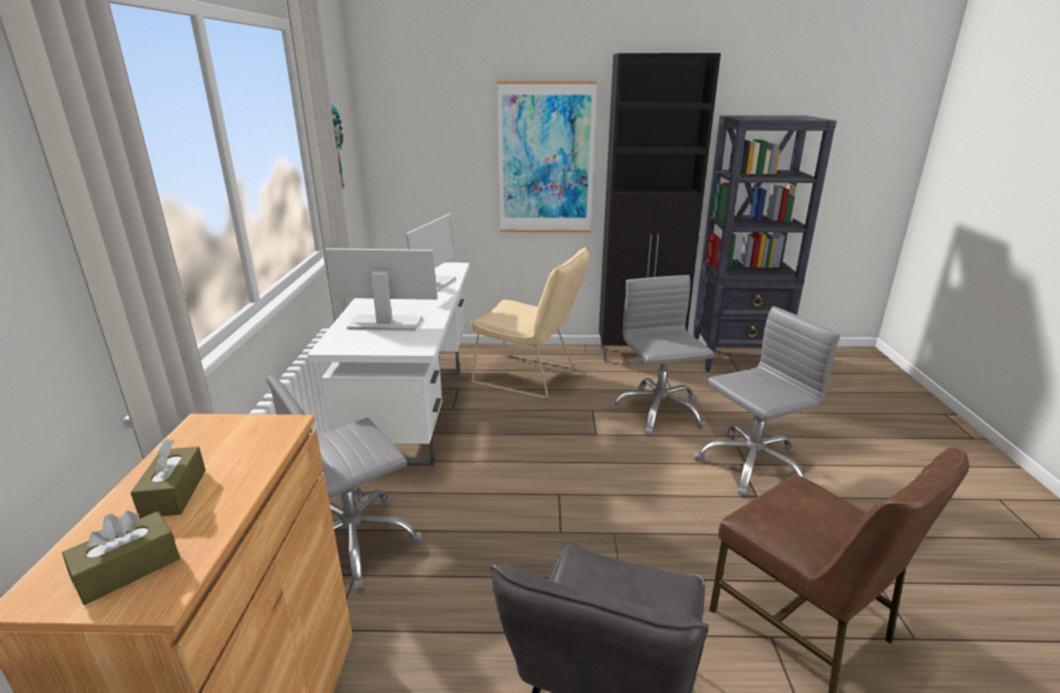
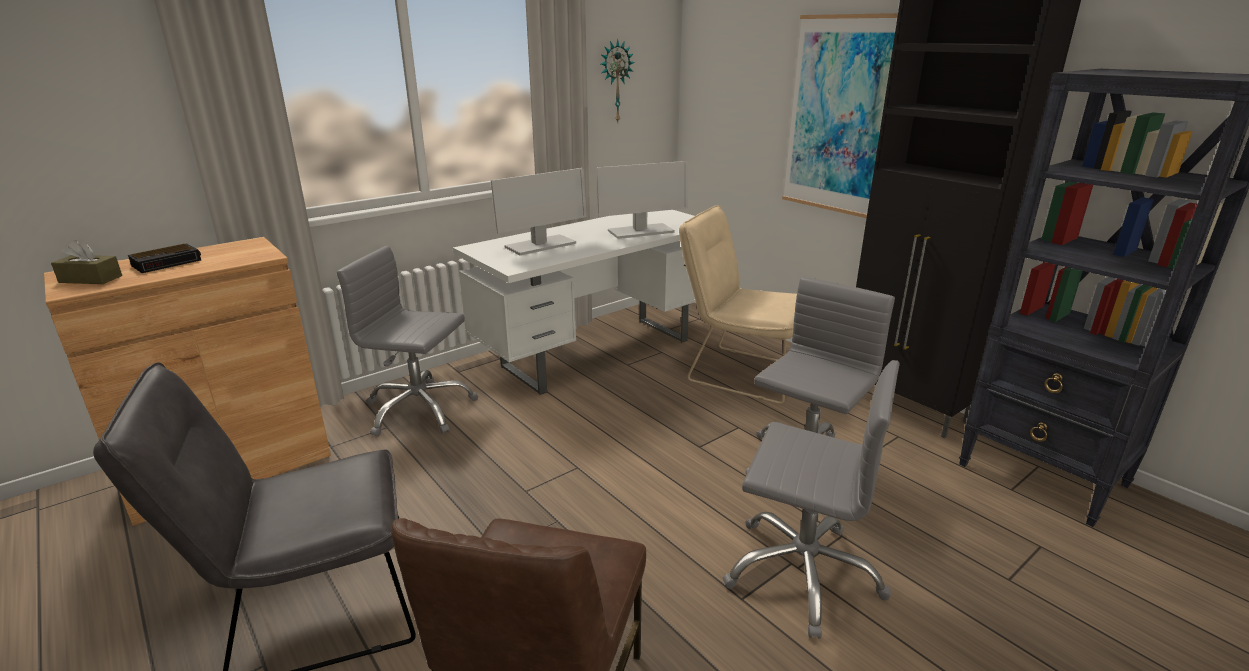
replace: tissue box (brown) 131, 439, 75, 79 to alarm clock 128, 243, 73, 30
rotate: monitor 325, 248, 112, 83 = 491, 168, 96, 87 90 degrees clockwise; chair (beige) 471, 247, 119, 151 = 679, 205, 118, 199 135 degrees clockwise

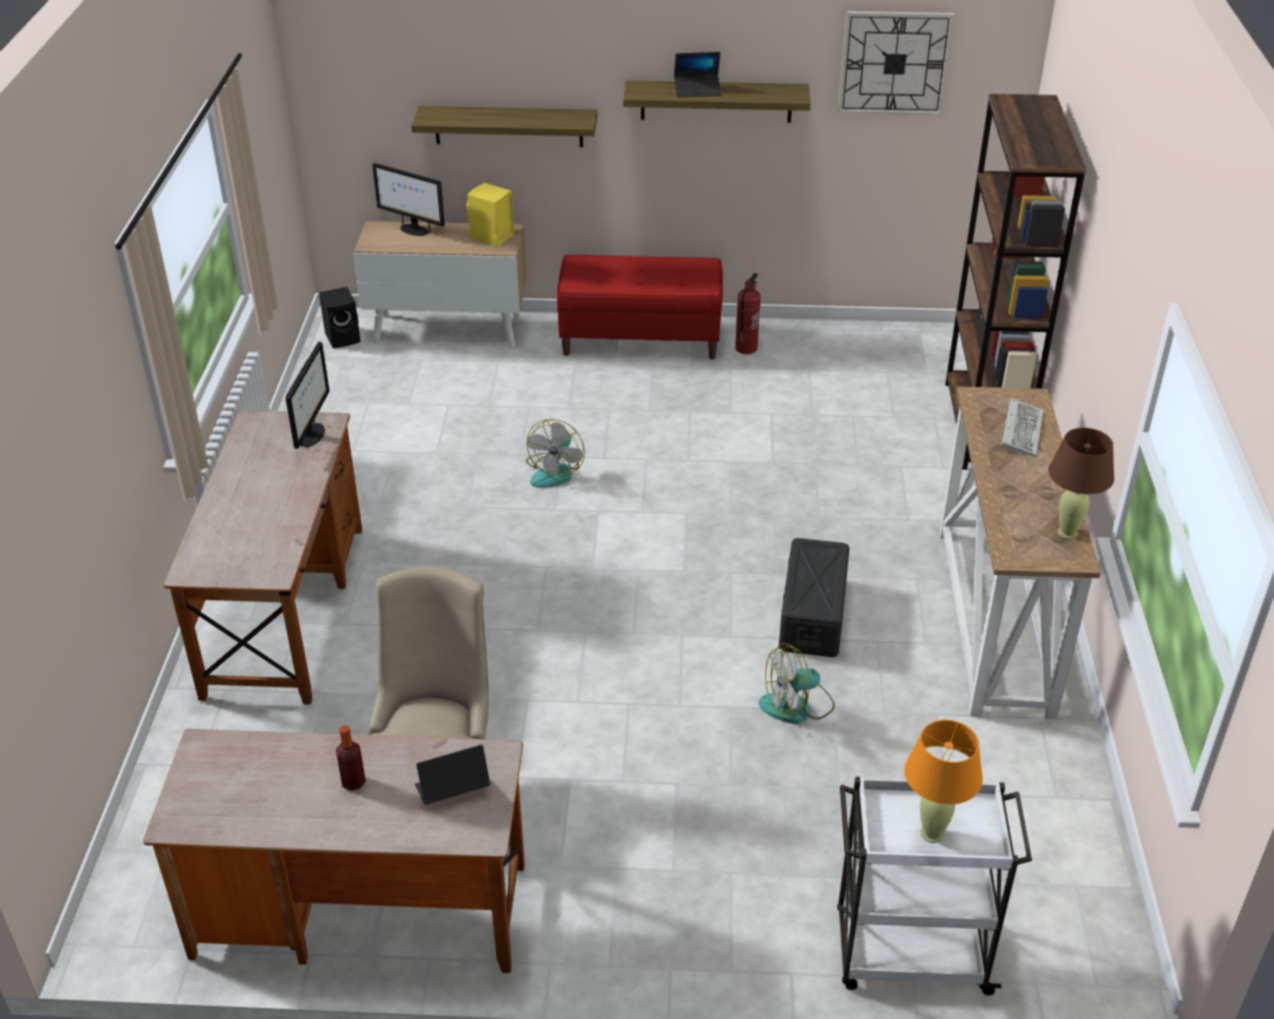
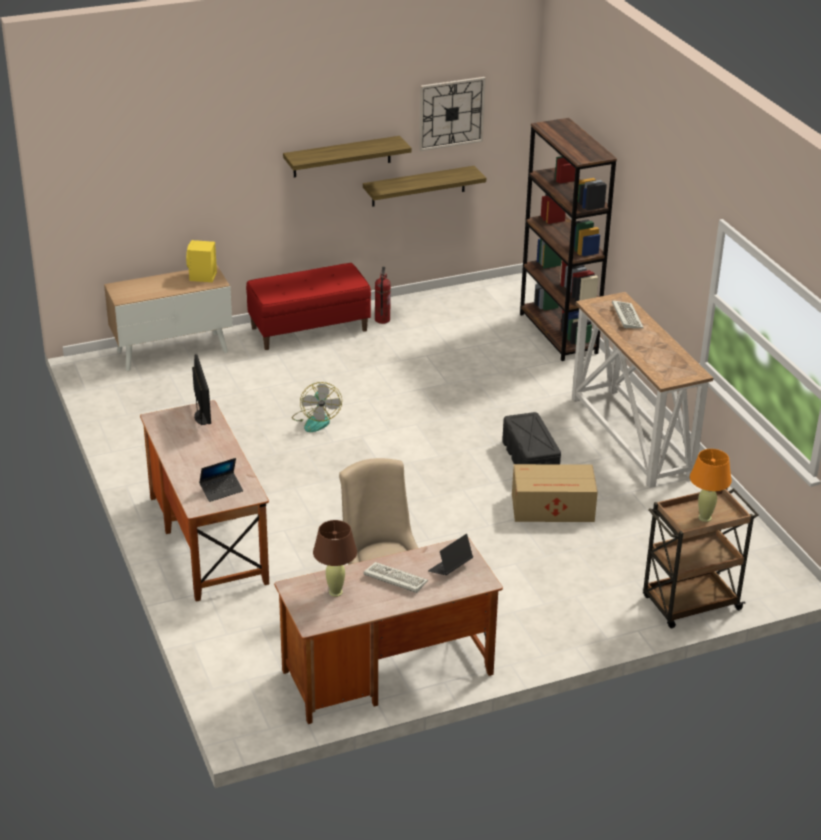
delete: speaker (black) 319, 287, 42, 61; monitor 372, 163, 73, 73
move: laptop 674, 52, 47, 46 to 199, 458, 44, 44; table lamp (brown) 1049, 428, 65, 111 to 313, 520, 44, 77; shelf 411, 106, 187, 41 to 363, 166, 123, 41
replace: bottle 336, 725, 30, 66 to keyboard 363, 562, 65, 31; fan 759, 643, 76, 81 to cardboard box 512, 464, 86, 58
recolor: cart (white) 837, 777, 195, 219 to cart (brown) 643, 488, 116, 140

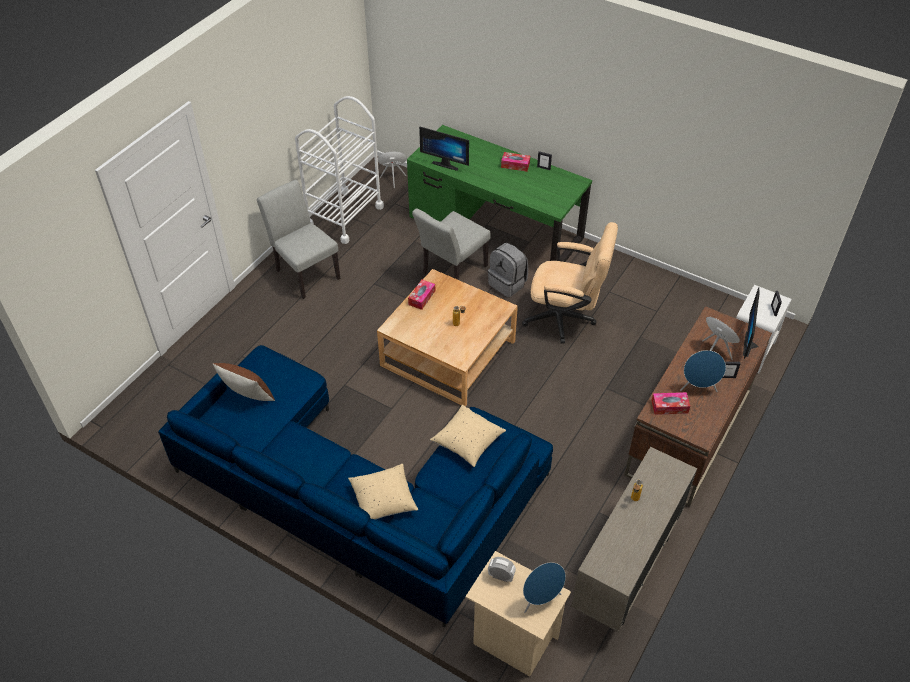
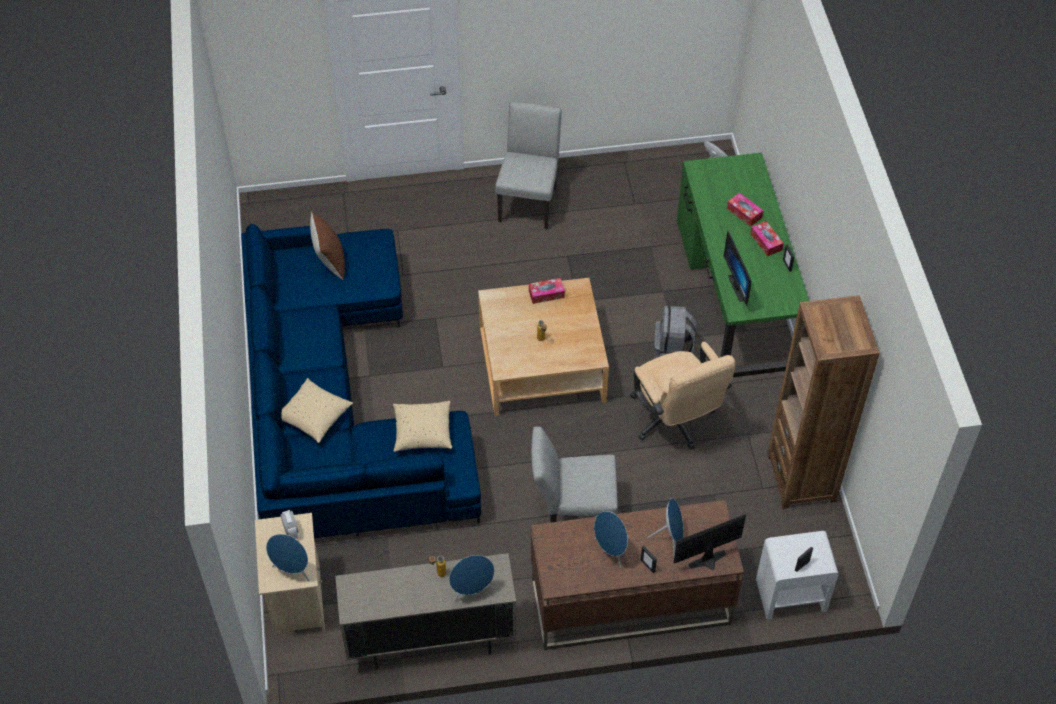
delete: cart (white) 295, 96, 89, 148
insert: speaker (blue) 449, 555, 45, 47; bookcase (brown) 767, 295, 113, 214
move: chair (grey) 412, 208, 78, 72 to 531, 427, 87, 96; monitor 419, 126, 50, 45 to 724, 231, 28, 75; tissue box 651, 392, 39, 23 to 727, 193, 36, 34

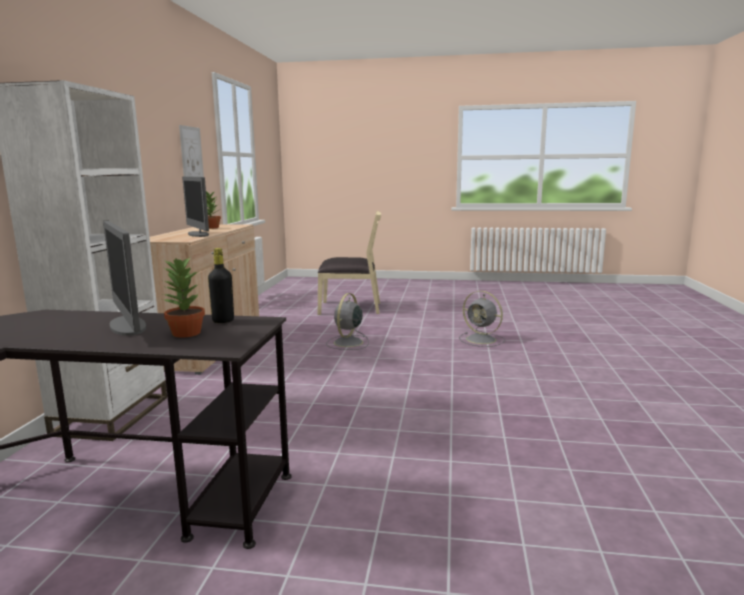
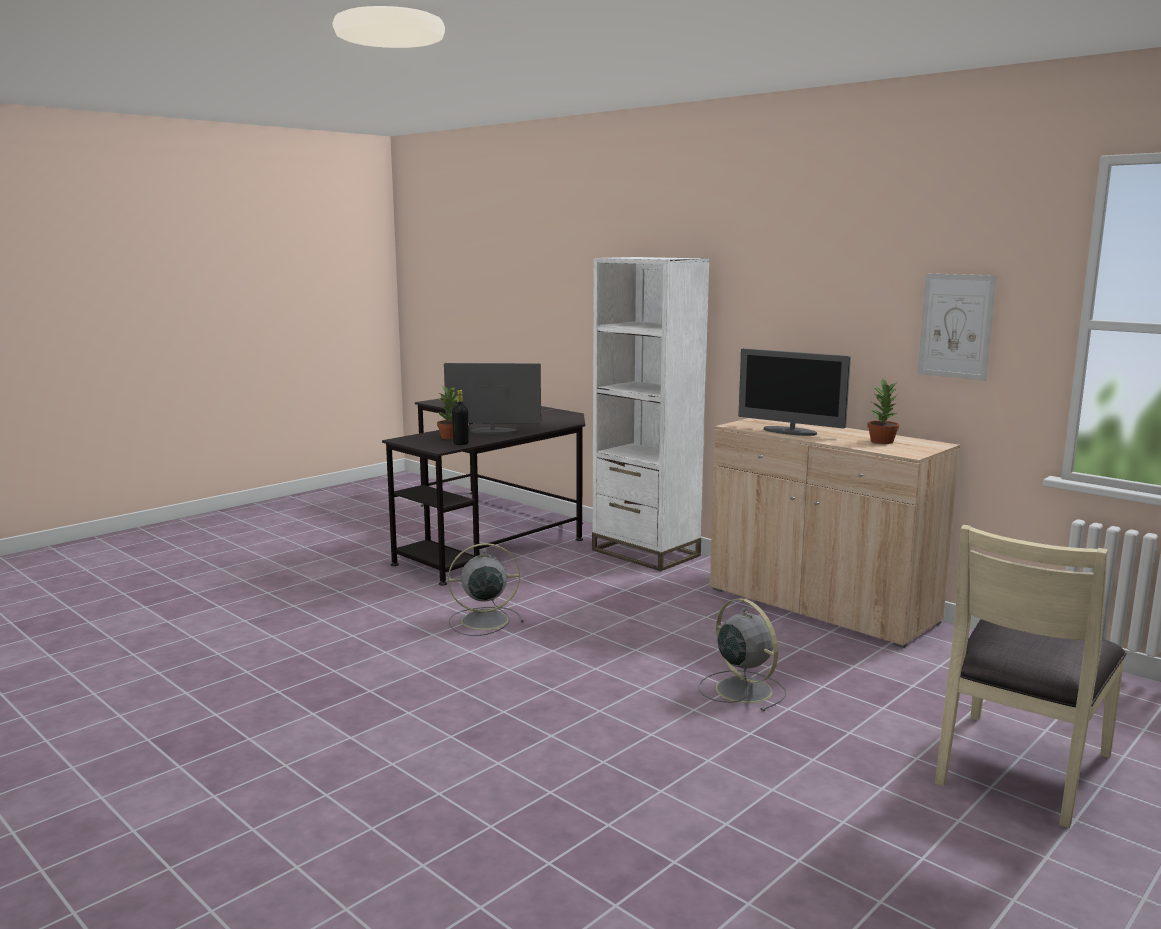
move: fan (grey) 459, 291, 46, 56 to 448, 543, 76, 93
rotate: monitor 182, 176, 27, 61 = 738, 348, 113, 88 150 degrees counterclockwise

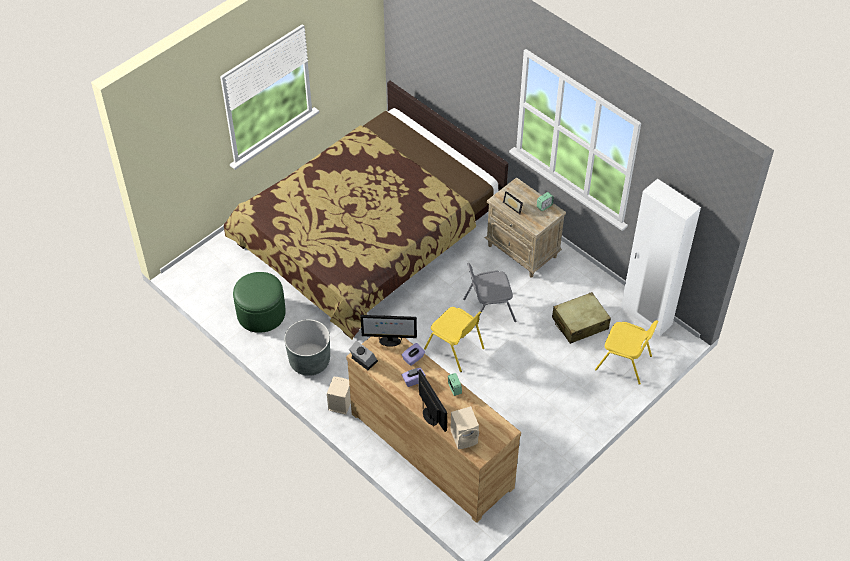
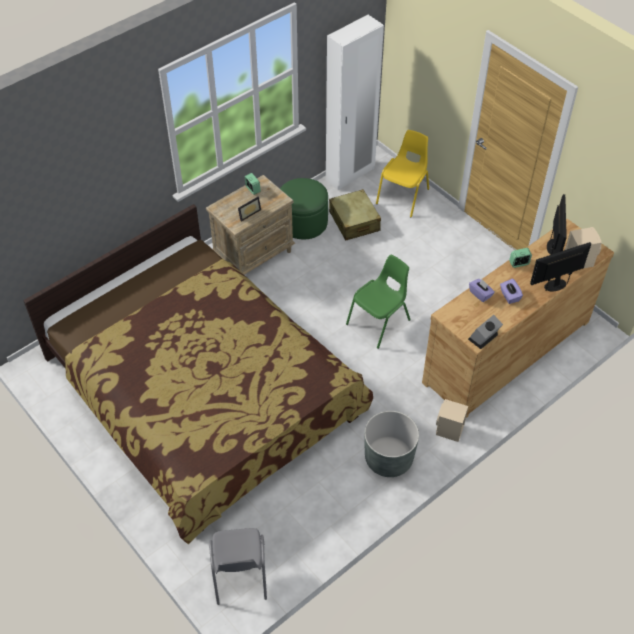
move: chair (grey) 463, 263, 53, 59 to 209, 528, 58, 77; ottoman (green) 233, 272, 53, 61 to 280, 178, 48, 61; monitor 361, 315, 56, 32 to 547, 194, 20, 61
recolor: chair (yellow) 424, 307, 61, 65 to chair (green) 346, 255, 65, 94

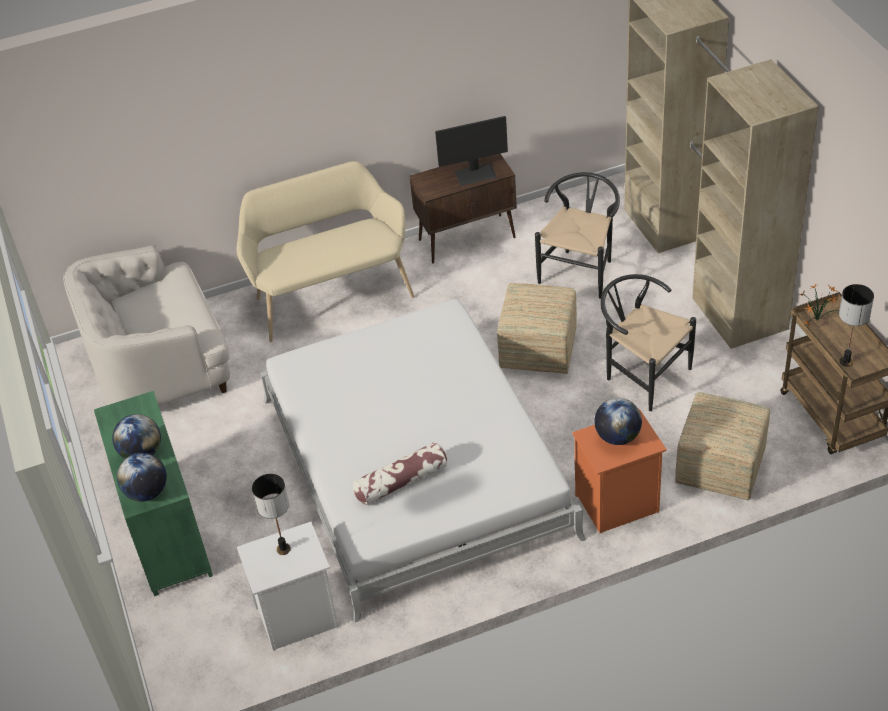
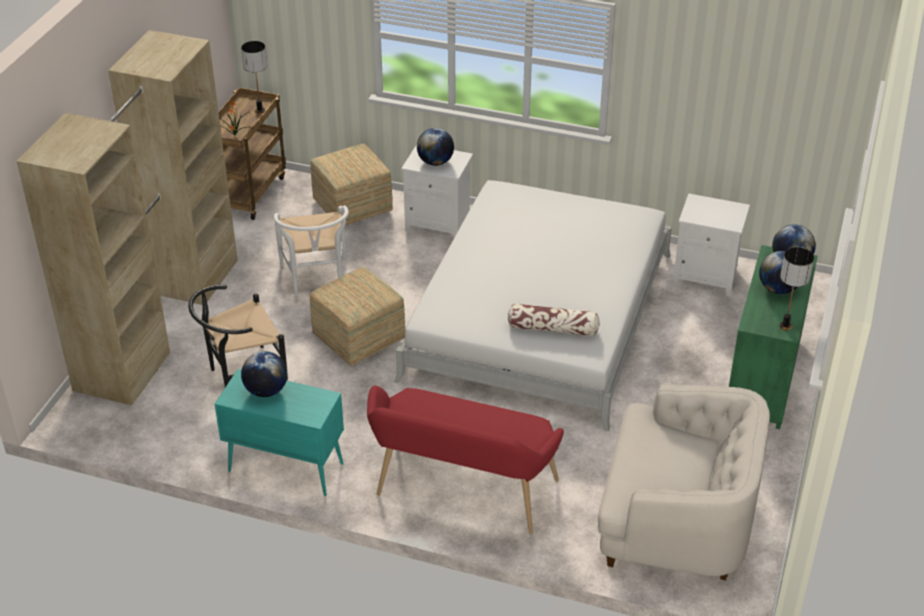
move: pillow 353, 442, 94, 63 to 508, 303, 92, 33; table lamp 252, 474, 39, 81 to 779, 247, 35, 83
replace: monitor 435, 116, 73, 70 to globe 241, 351, 46, 46
recolor: cabinet (brown) 410, 154, 107, 109 to cabinet (turquoise) 215, 369, 129, 127; chair (black) 600, 274, 96, 137 to chair (white) 274, 205, 75, 92; bench (beige) 237, 161, 177, 181 to bench (red) 367, 386, 197, 148; nightstand (orange) 572, 409, 95, 124 to nightstand (white) 401, 145, 72, 94

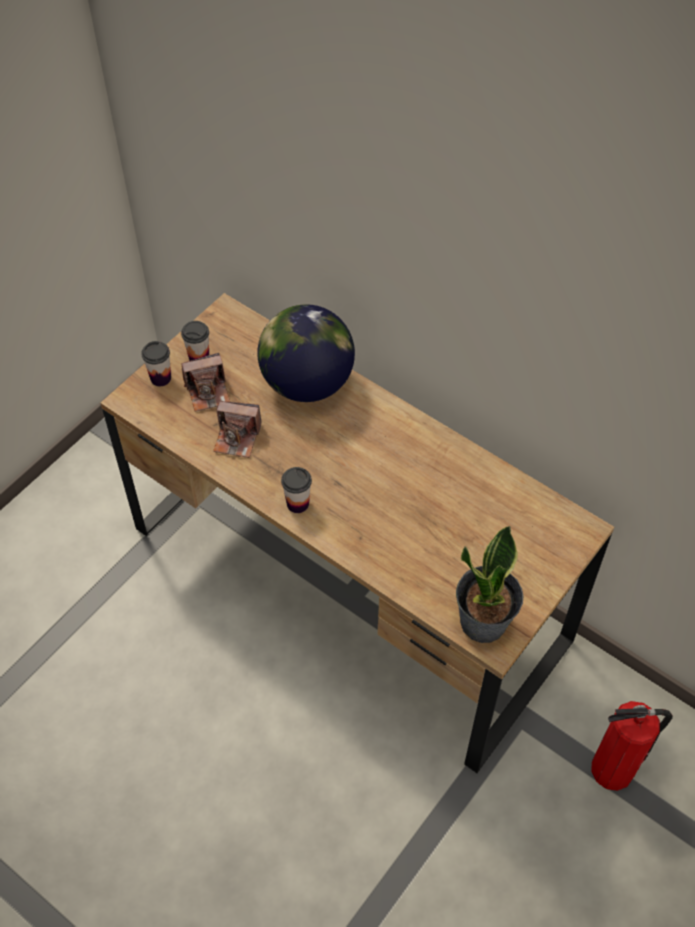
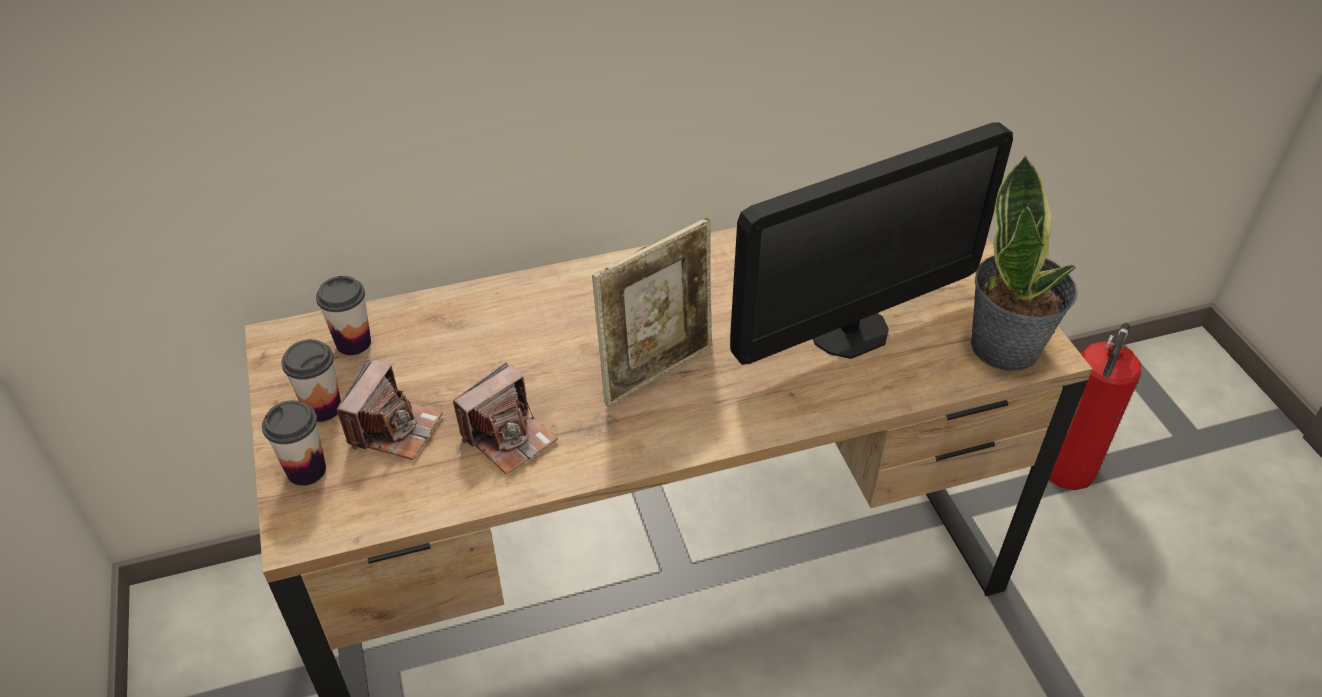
delete: globe 257, 304, 98, 98
insert: picture frame 592, 218, 120, 189; monitor 730, 122, 283, 243
move: cup 281, 467, 31, 46 to 316, 276, 55, 79

